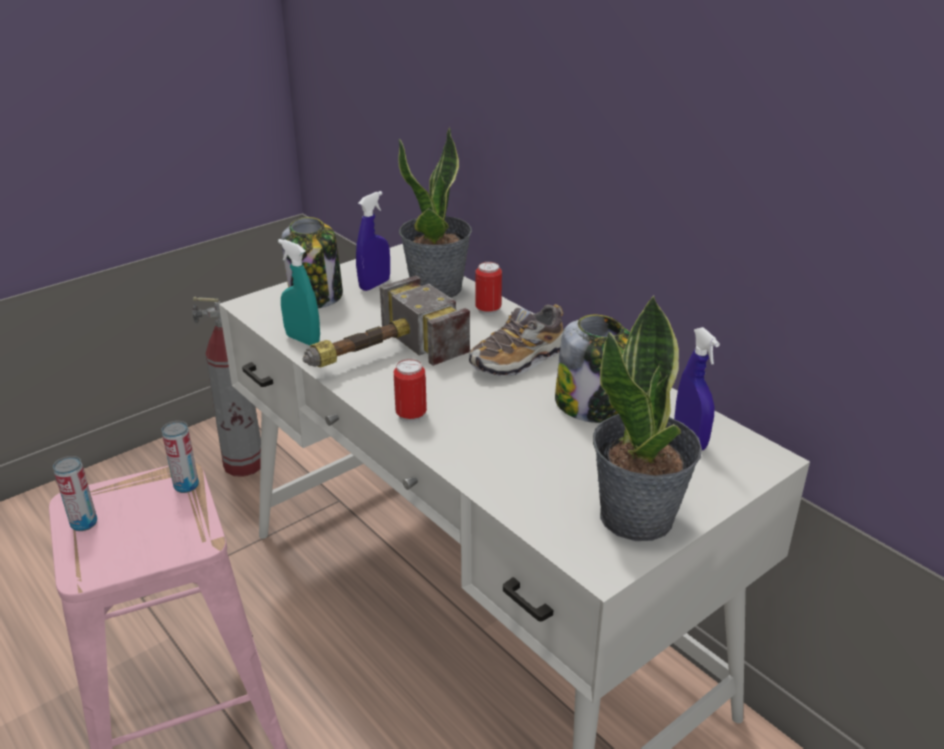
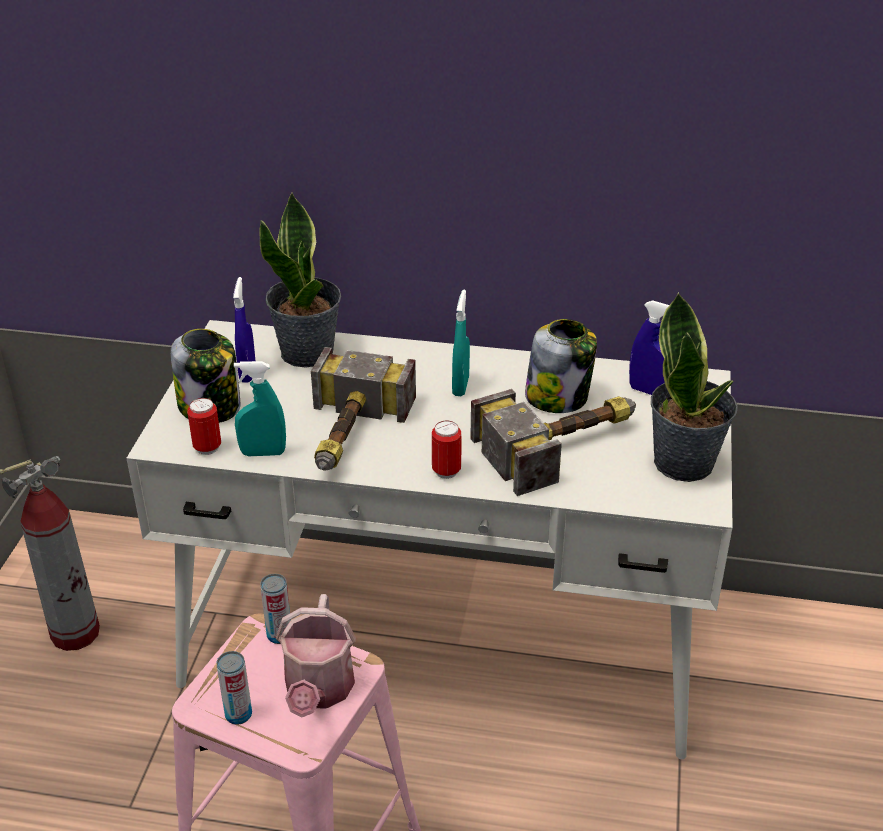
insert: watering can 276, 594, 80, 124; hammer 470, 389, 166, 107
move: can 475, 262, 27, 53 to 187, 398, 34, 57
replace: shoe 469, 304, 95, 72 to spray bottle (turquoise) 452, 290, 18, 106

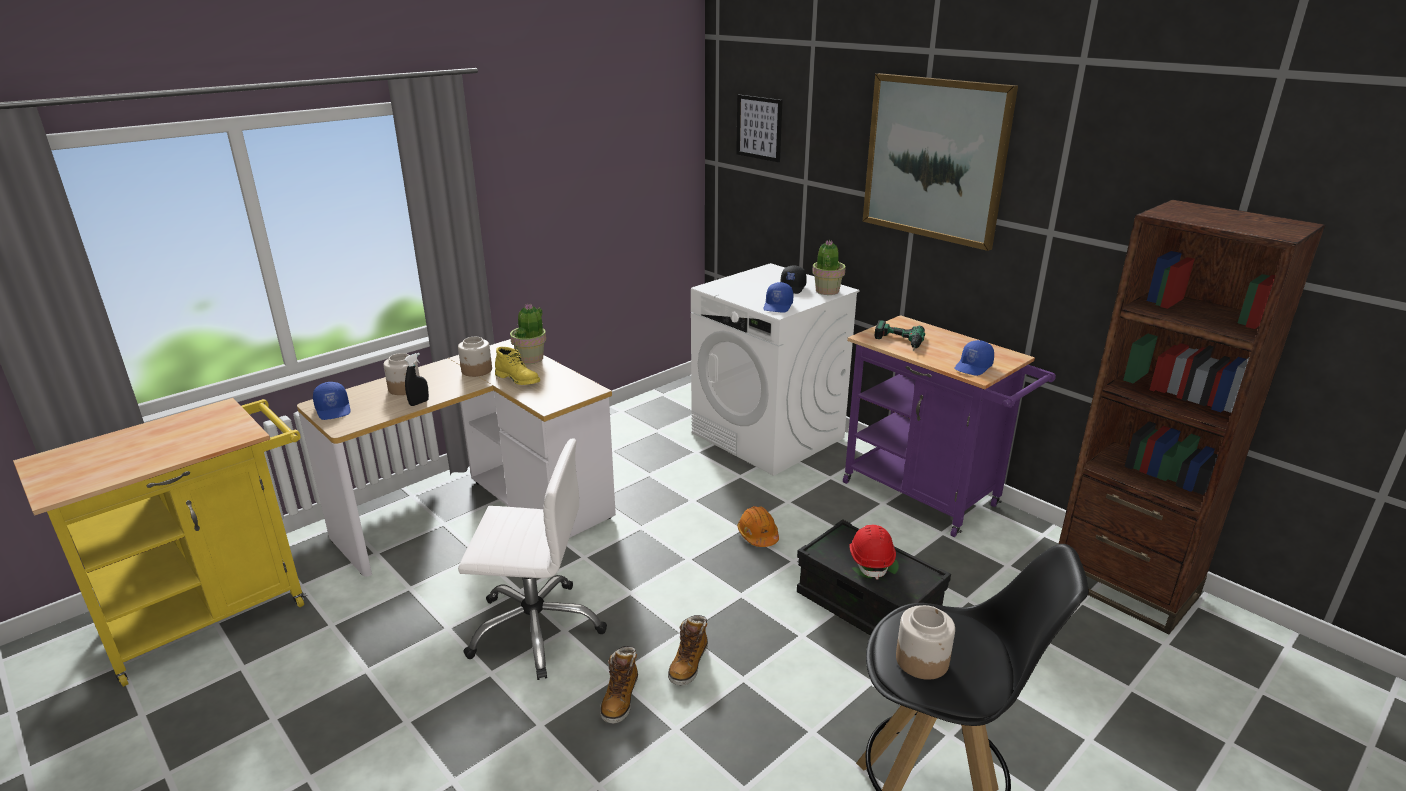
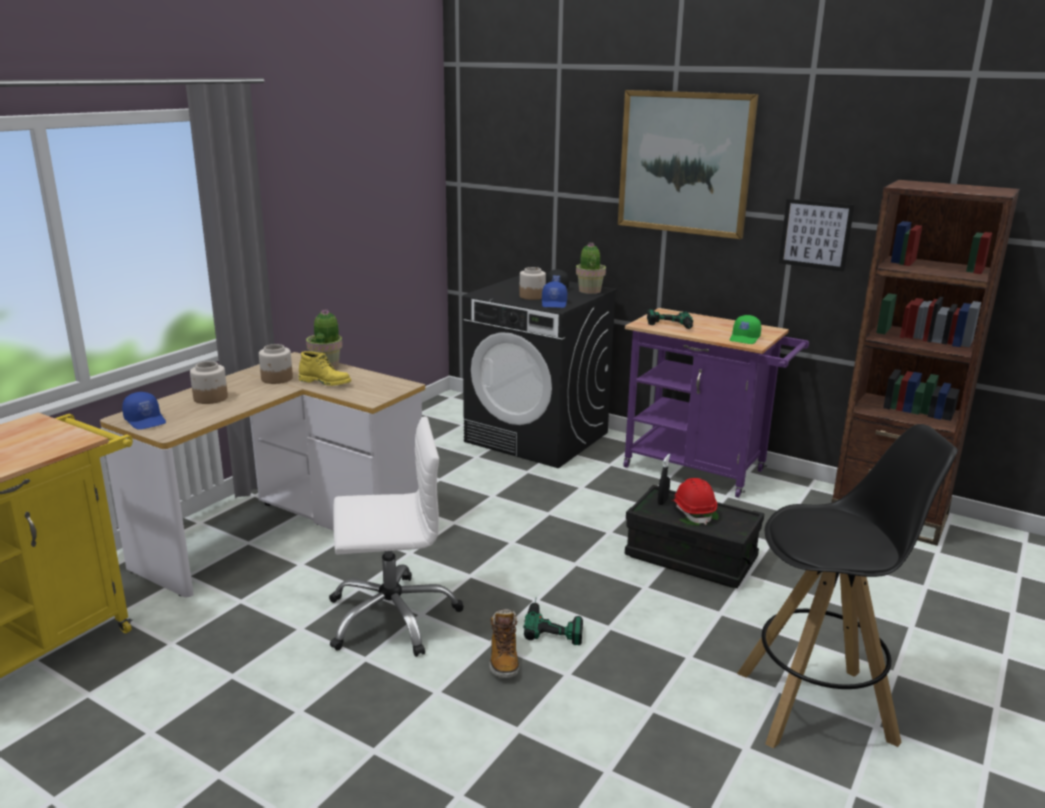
delete: hard hat (orange) 737, 506, 42, 41
move: jar 896, 605, 59, 75 to 519, 267, 27, 33; spray bottle (black) 404, 353, 25, 53 to 658, 454, 12, 51; picture 736, 95, 47, 67 to 779, 199, 76, 73
replace: boot 668, 615, 40, 71 to power drill 523, 599, 60, 46
recolor: washing machine (white) 691, 263, 169, 213 to washing machine (black) 462, 275, 155, 193; cap (blue) 954, 340, 40, 36 to cap (green) 730, 315, 31, 29

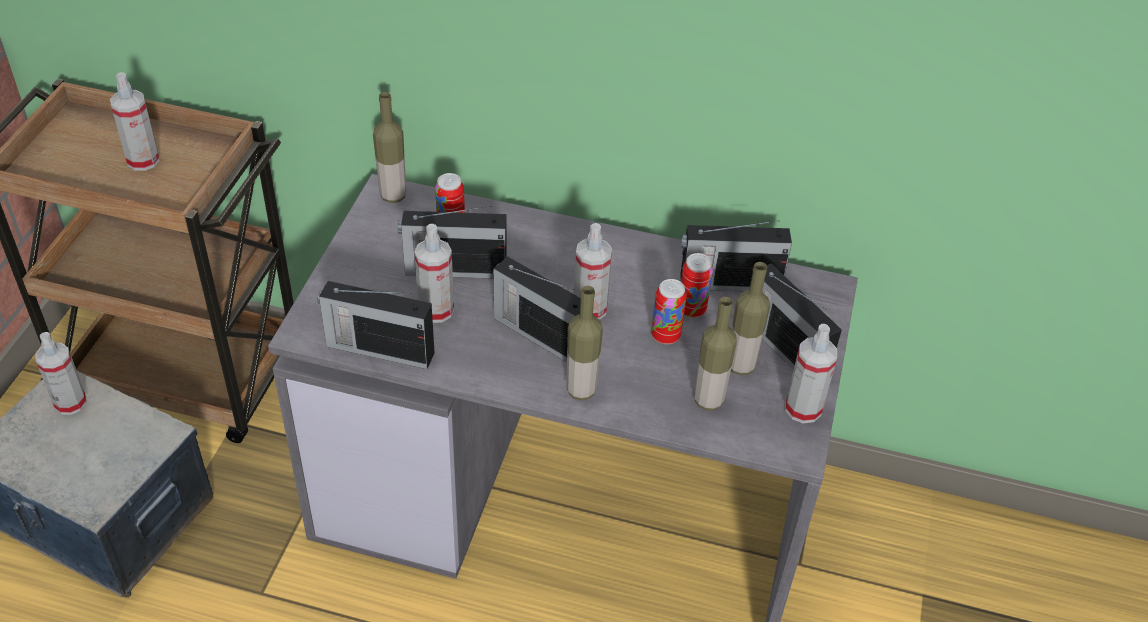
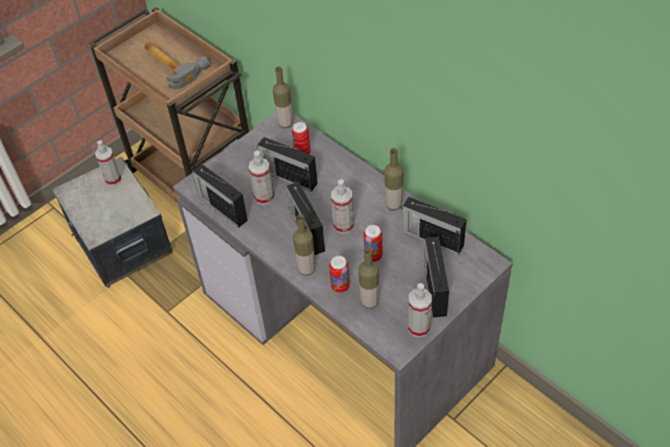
move: can 681, 253, 32, 65 to 329, 256, 21, 37; bottle 731, 262, 39, 113 to 384, 148, 19, 62
replace: spray bottle 110, 72, 50, 99 to hammer 144, 42, 66, 47

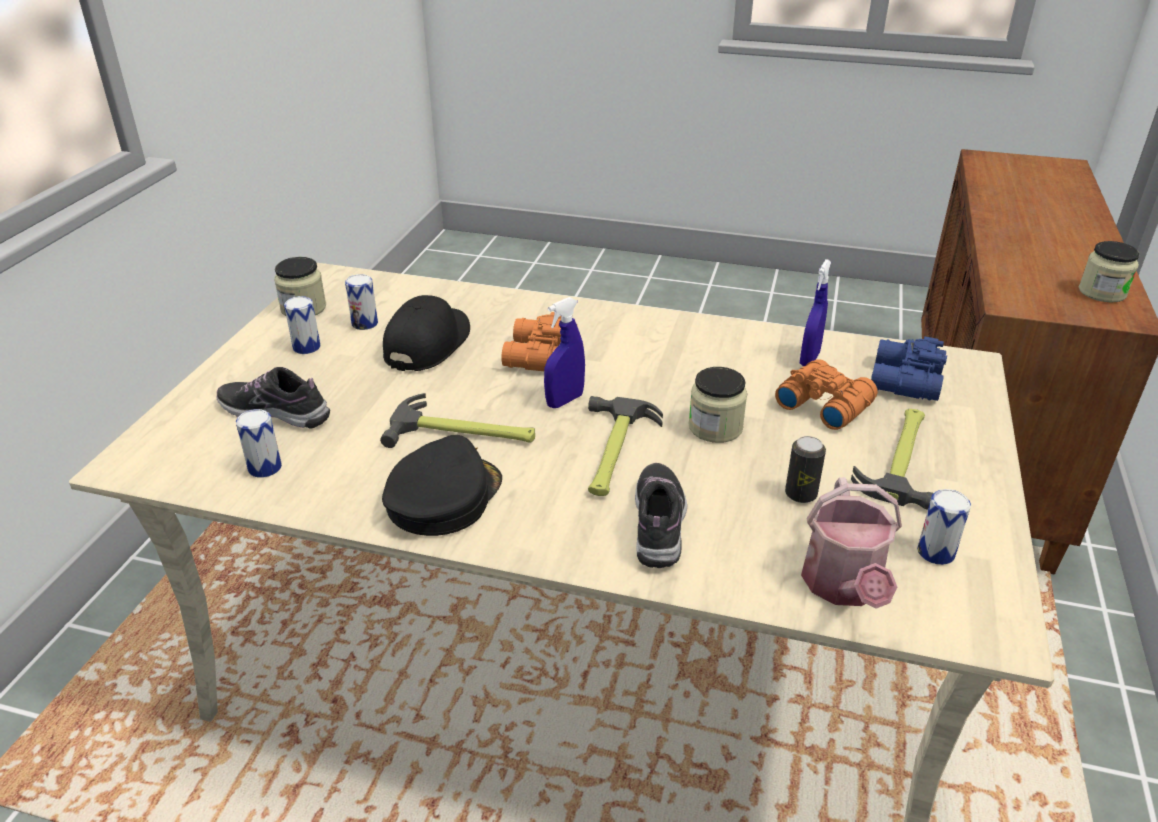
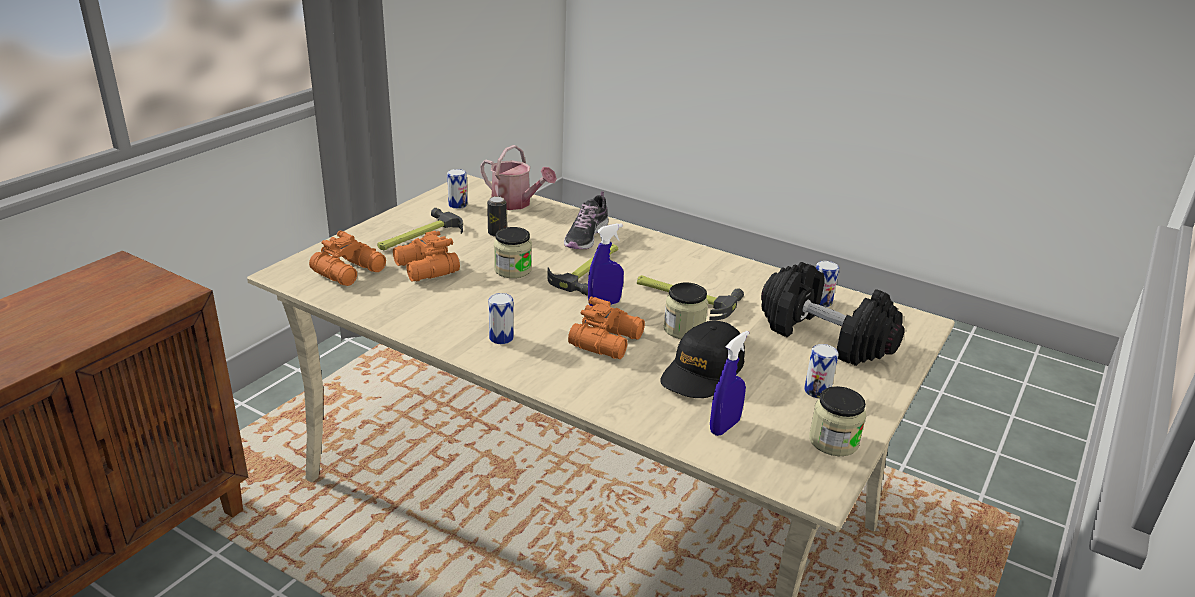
delete: cap (black) 382, 435, 120, 101
move: can 345, 274, 33, 56 to 488, 293, 26, 51; jar 1079, 241, 61, 61 to 664, 282, 44, 57; spray bottle (blue) 800, 259, 31, 107 to 710, 331, 39, 105
replace: shoe 217, 367, 113, 62 to dumbbell (black) 761, 262, 144, 104
recolor: binoculars (blue) 871, 337, 76, 64 to binoculars (orange) 309, 230, 77, 56
rotate: watering can 801, 477, 101, 132 = 480, 145, 77, 65 105 degrees clockwise

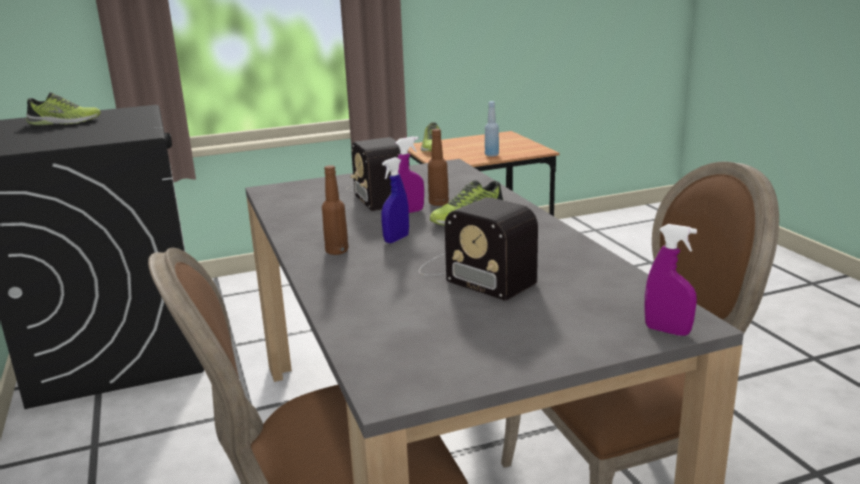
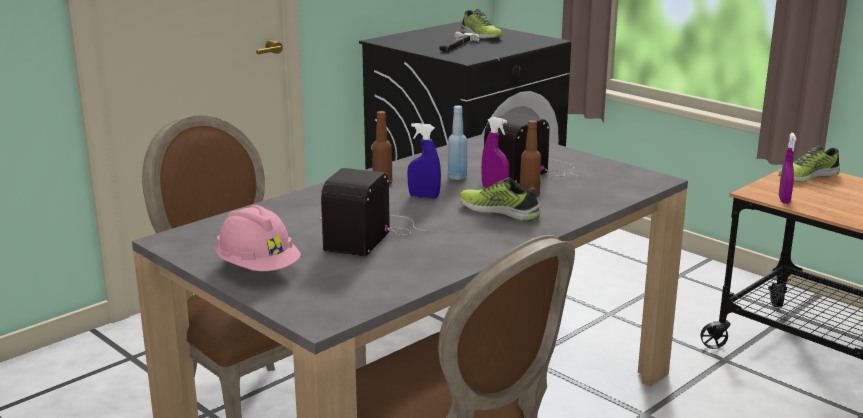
insert: hard hat (pink) 216, 205, 85, 66; hammer 439, 32, 40, 20
move: bottle (blue) 485, 101, 14, 56 to 448, 106, 19, 74; spray bottle (purple) 644, 224, 53, 112 to 779, 133, 17, 71

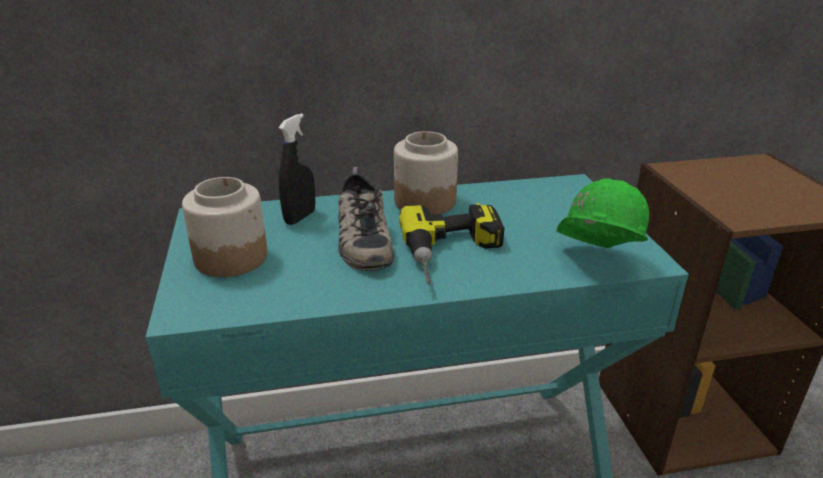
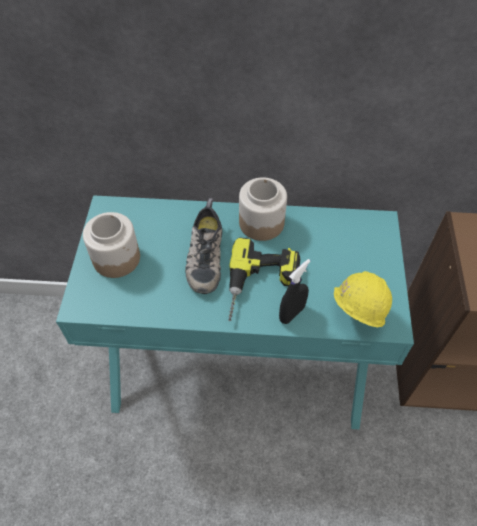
move: spray bottle (black) 279, 113, 36, 112 to 279, 259, 32, 65
recolor: hard hat (green) 556, 178, 93, 70 to hard hat (yellow) 334, 271, 58, 56

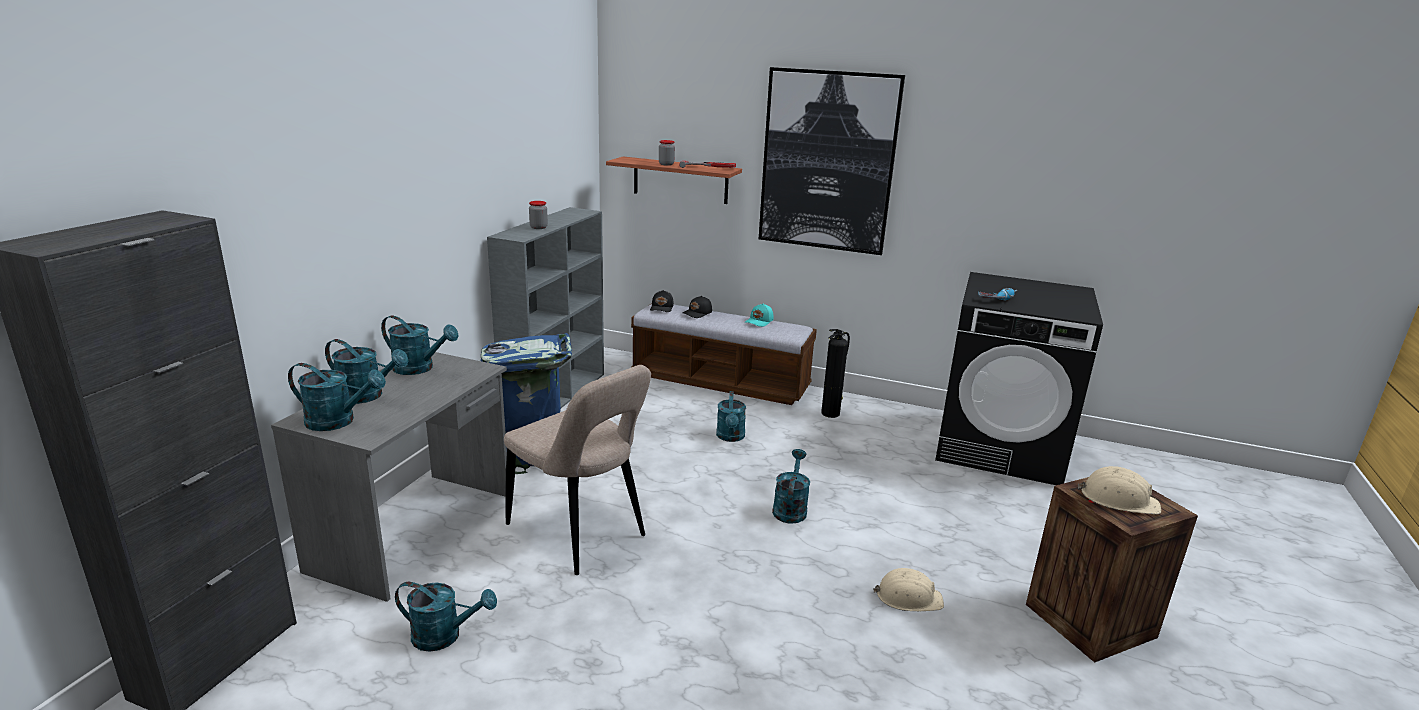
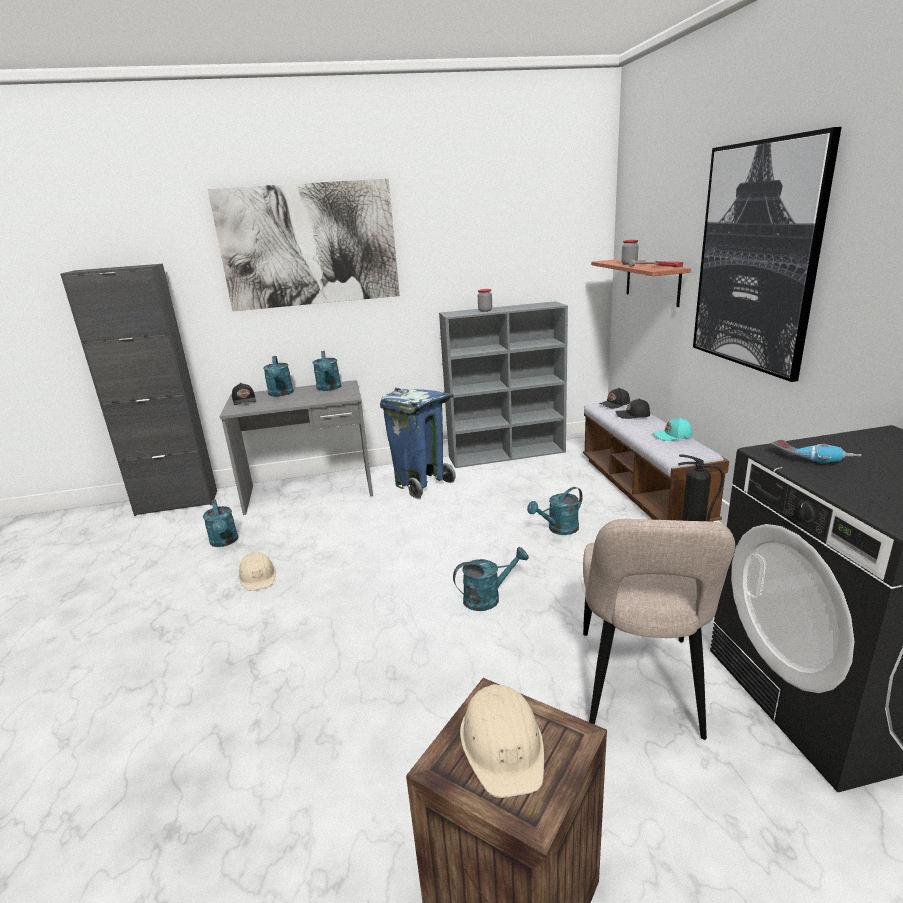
insert: picture 208, 178, 192, 133
move: hard hat (beige) 873, 568, 71, 43 to 238, 552, 38, 39; chair (beige) 504, 365, 147, 210 to 583, 519, 152, 221
replace: watering can (turquoise) 288, 363, 98, 68 to cap (black) 232, 383, 24, 22

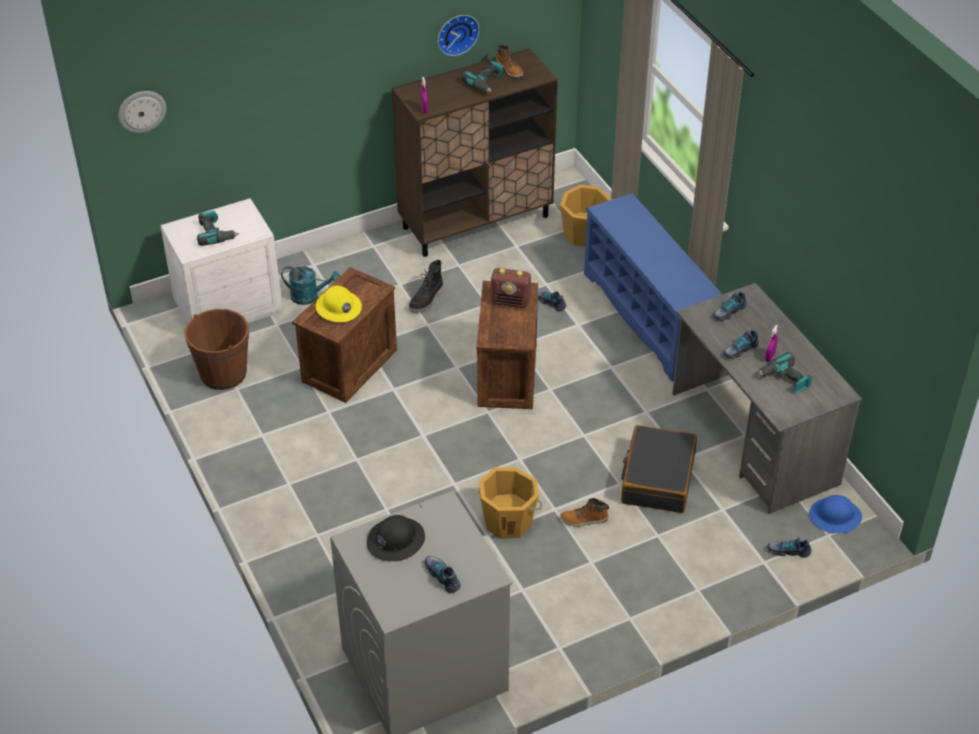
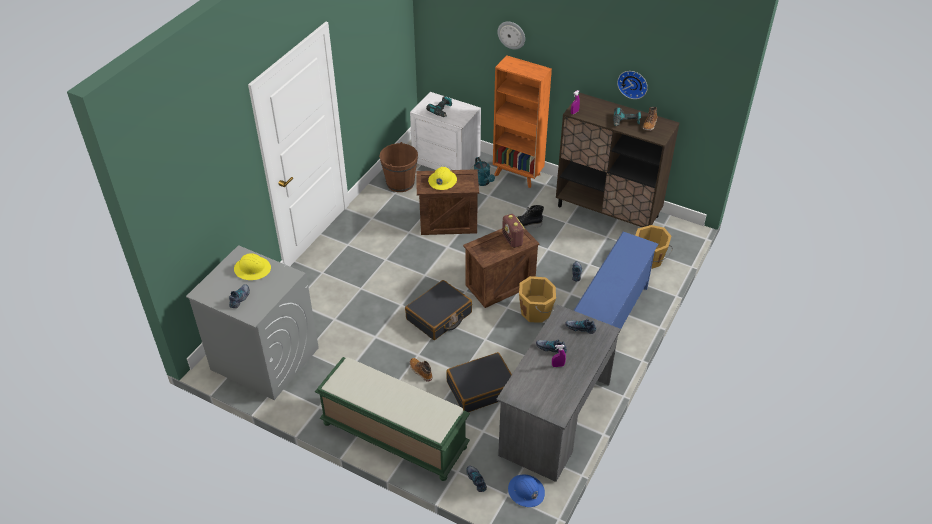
delete: power drill 757, 352, 55, 42
insert: bench (green) 315, 357, 155, 124; suitcase (black) 405, 280, 67, 60; bookcase (orange) 493, 55, 59, 133
move: wall clock 118, 91, 48, 42 to 497, 21, 28, 28; bucket (orange) 479, 467, 63, 72 to 519, 276, 37, 47
recolor: hard hat (black) 367, 515, 58, 47 to hard hat (yellow) 234, 253, 37, 27

